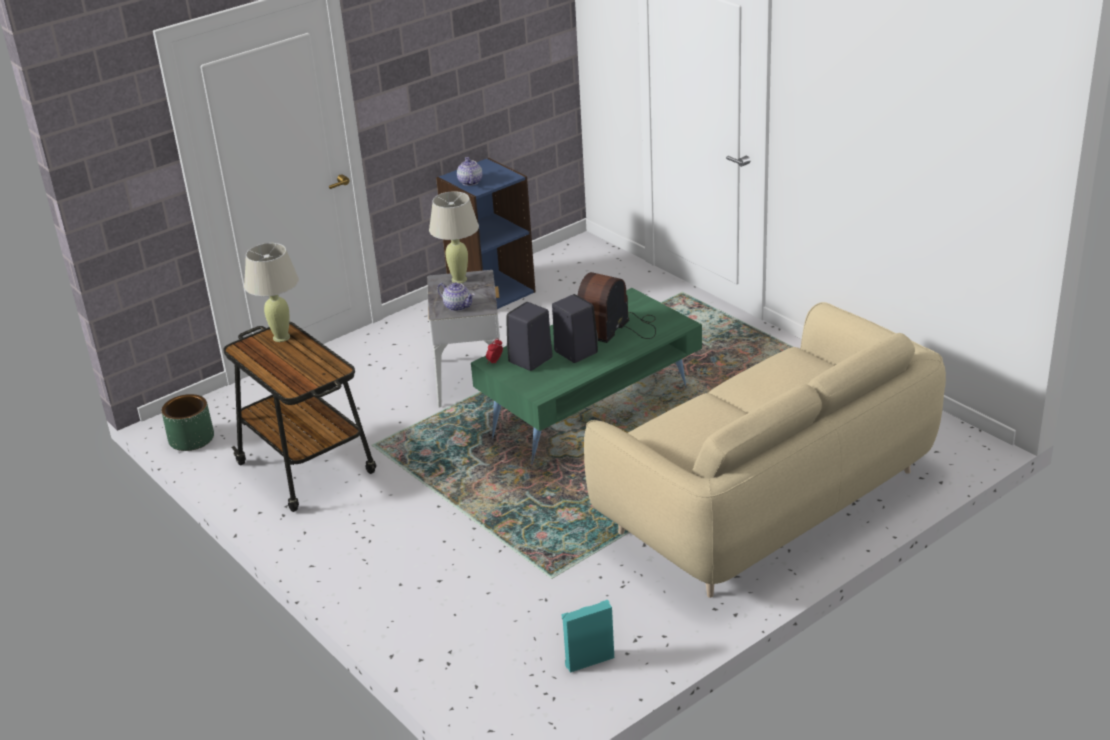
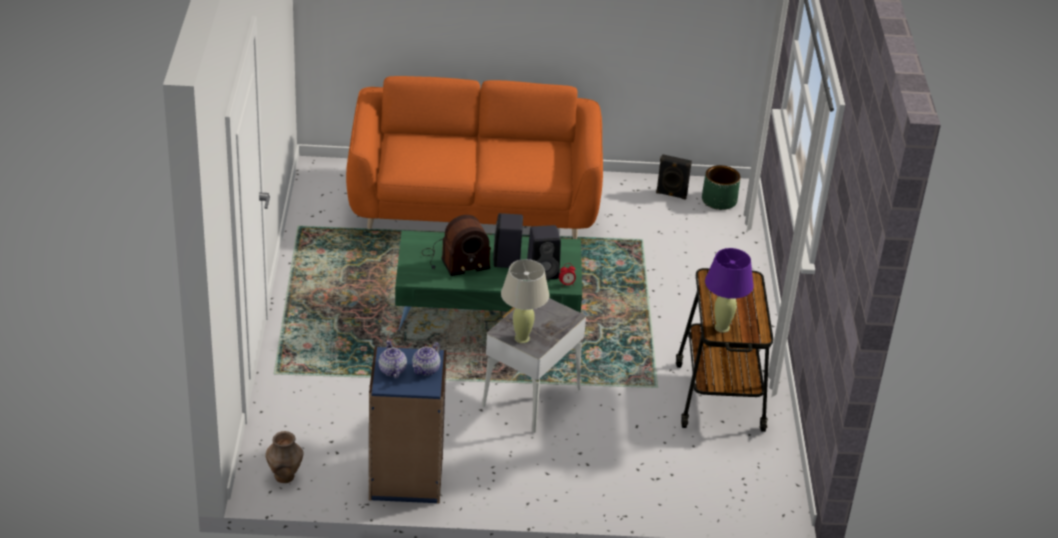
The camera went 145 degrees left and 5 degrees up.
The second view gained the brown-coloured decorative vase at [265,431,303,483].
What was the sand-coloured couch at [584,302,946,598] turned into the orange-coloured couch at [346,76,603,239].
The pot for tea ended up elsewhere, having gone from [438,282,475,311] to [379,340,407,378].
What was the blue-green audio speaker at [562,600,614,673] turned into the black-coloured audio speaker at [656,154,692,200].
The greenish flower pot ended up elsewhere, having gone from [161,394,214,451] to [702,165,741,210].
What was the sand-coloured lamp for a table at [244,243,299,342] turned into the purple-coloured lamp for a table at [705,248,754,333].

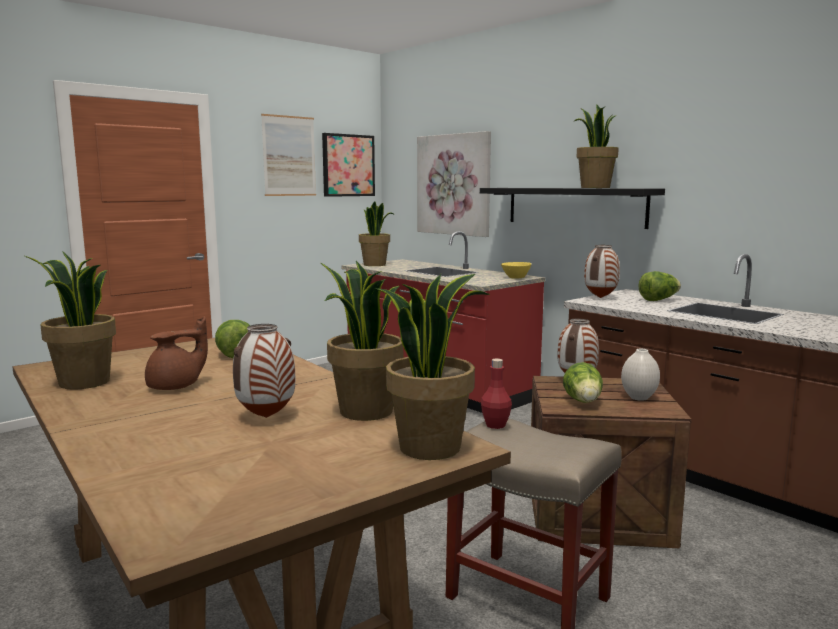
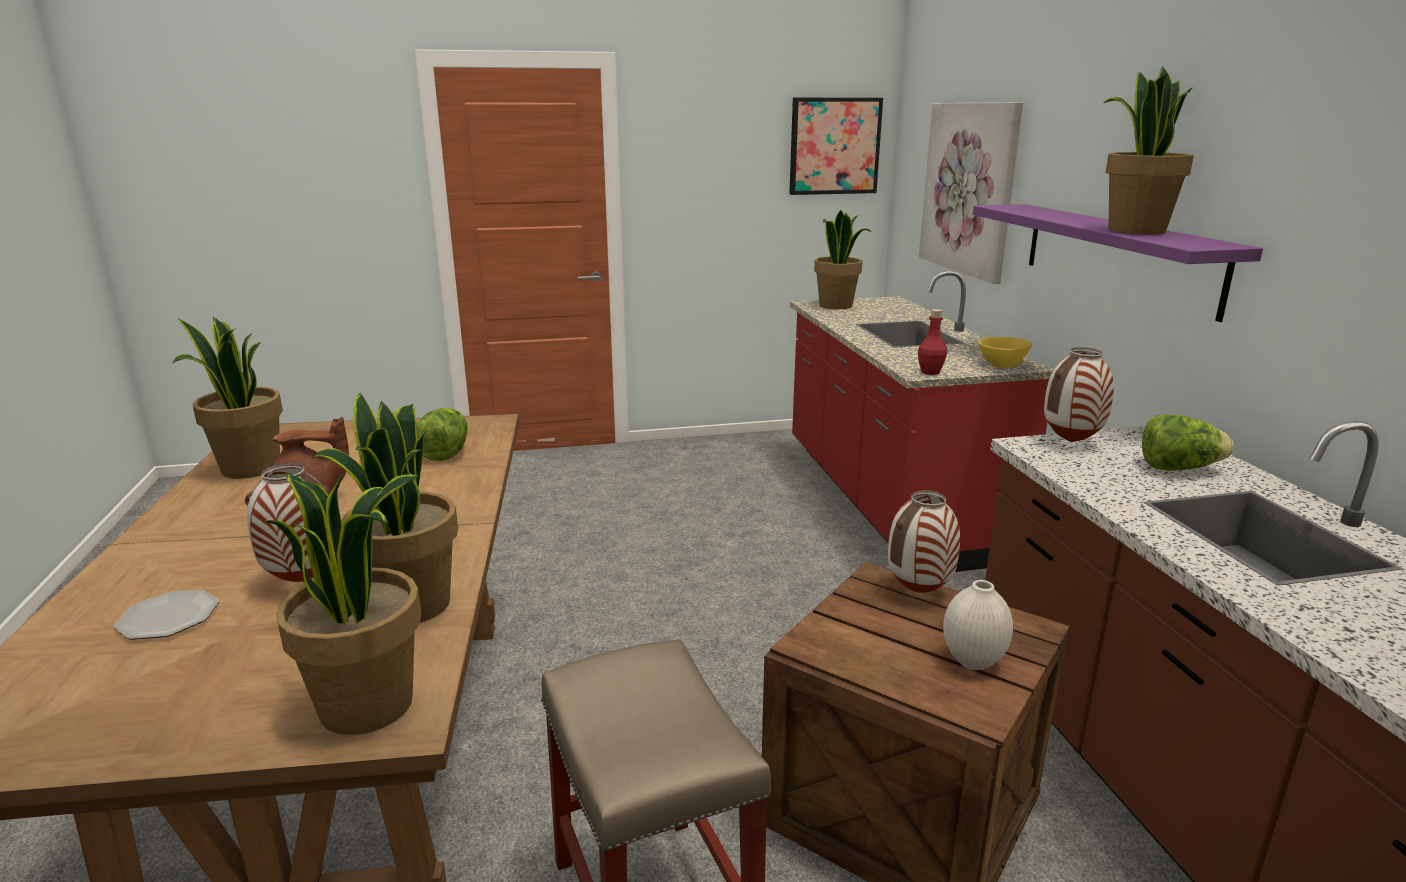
The camera went 30 degrees right and 10 degrees up.
The second view gained the dinner plate at [114,589,219,640].
The red drink bottle ended up elsewhere, having gone from [481,359,512,429] to [918,309,947,375].
What was the black-coloured wall shelf at [480,188,665,229] turned into the purple-coloured wall shelf at [973,204,1263,322].
The second view lost the picture at [261,114,316,196].
The second view lost the head of lettuce at [563,362,603,403].

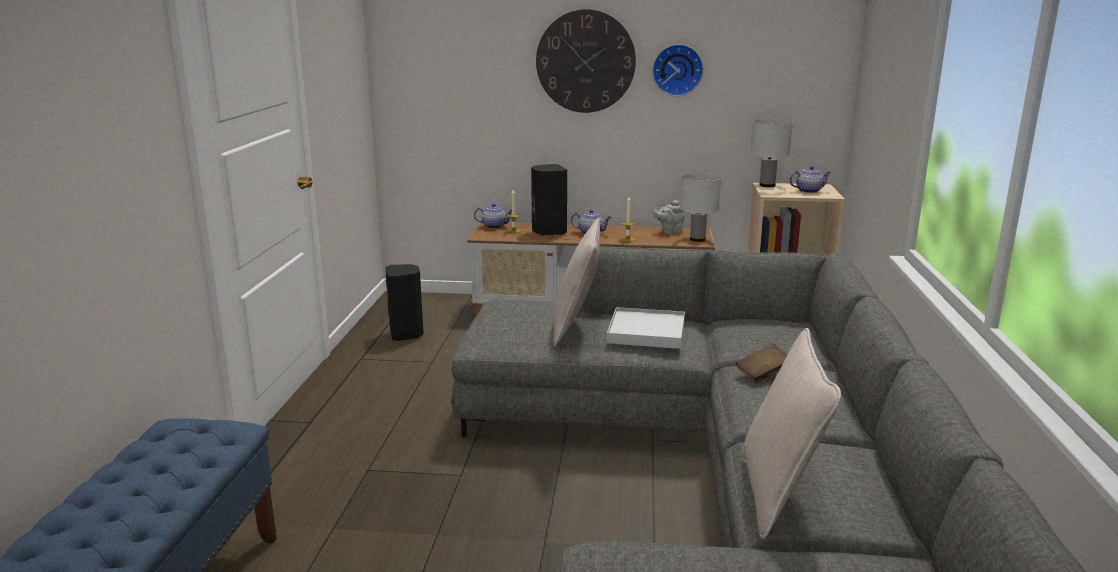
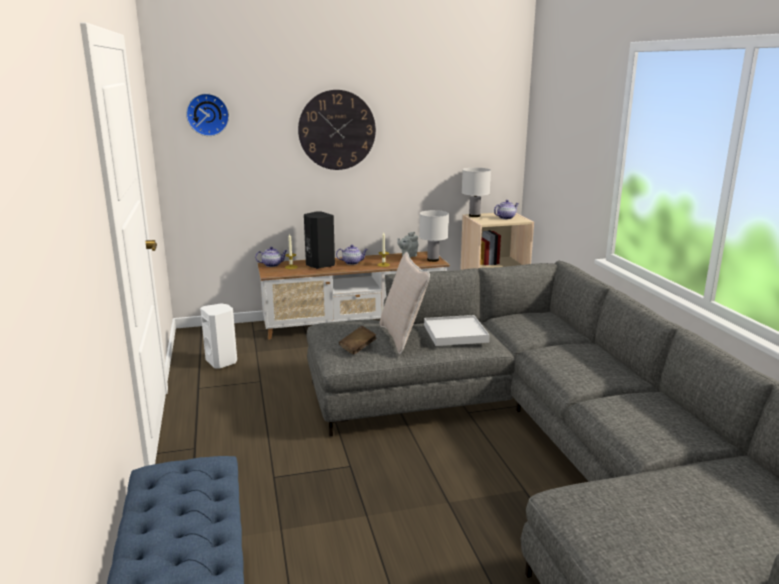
The camera went 20 degrees left and 0 degrees up.
The wall clock ended up elsewhere, having gone from [652,44,704,96] to [186,93,229,136].
What was the black-coloured audio speaker at [386,264,424,341] turned into the whitish audio speaker at [200,303,237,369].
The brown-coloured bound book ended up elsewhere, having gone from [736,343,787,383] to [339,326,376,355].
The second view lost the sand-coloured pillow at [741,328,841,539].

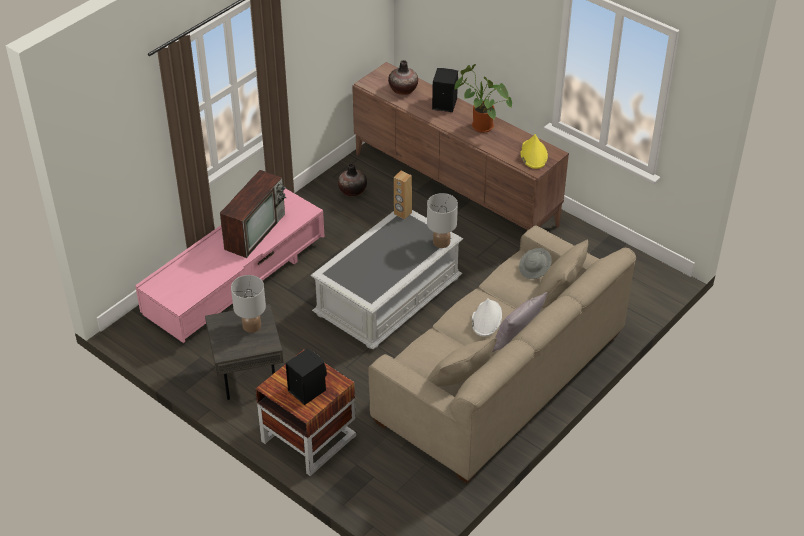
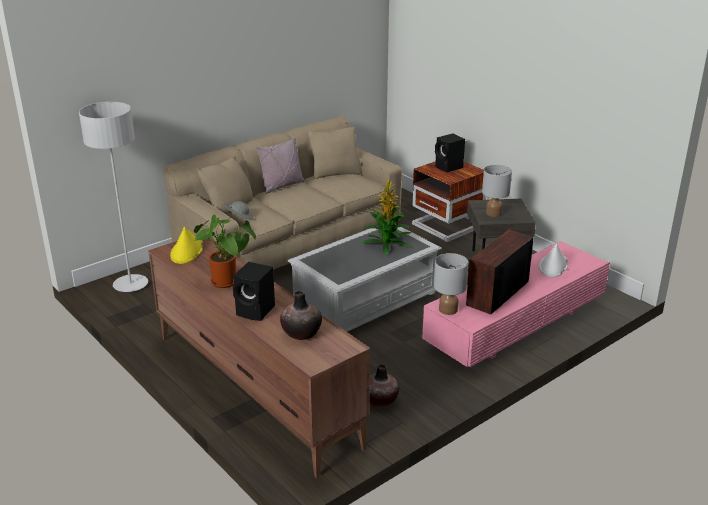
The camera went 170 degrees left and 15 degrees down.
The second view gained the greyish floor lamp at [79,102,148,292].
The second view gained the houseplant at [362,179,411,255].
The greyish lamp for a table ended up elsewhere, having gone from [427,193,458,248] to [434,253,468,315].
The whitish hat ended up elsewhere, having gone from [472,298,502,336] to [539,244,568,277].
The second view lost the brown-coloured audio speaker at [394,171,412,219].

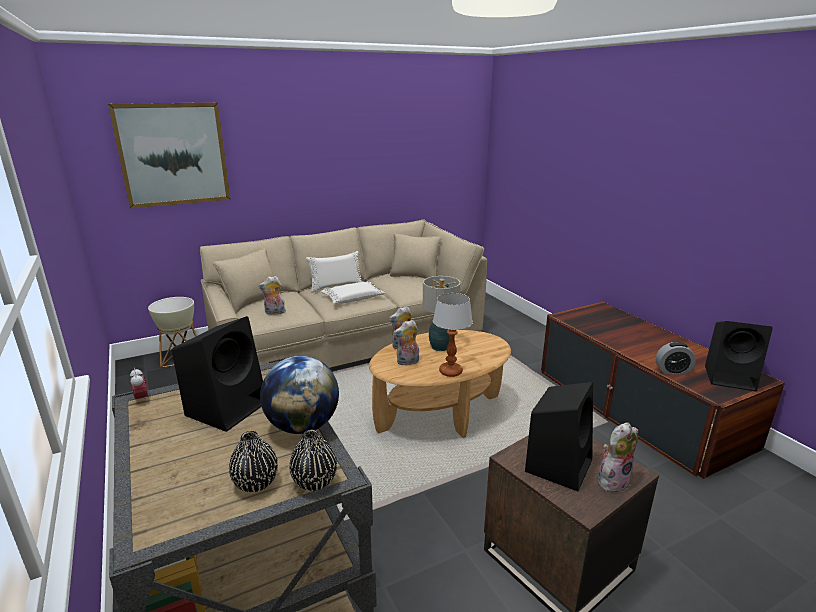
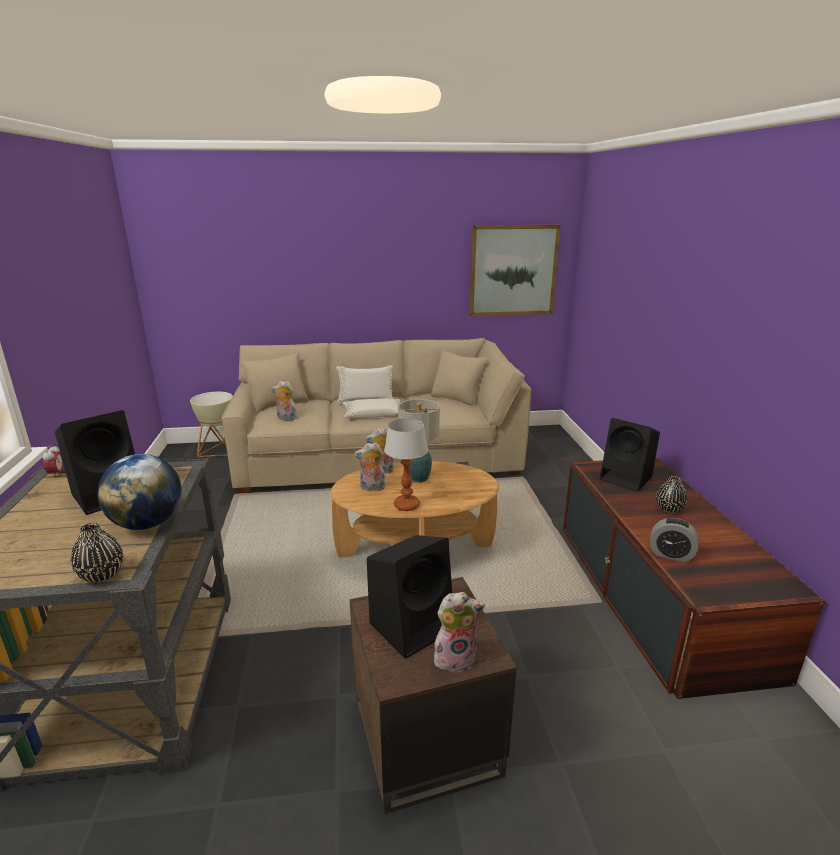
The camera went 20 degrees right and 0 degrees up.
The picture ended up elsewhere, having gone from [108,102,231,208] to [469,225,561,316].
The black-coloured audio speaker ended up elsewhere, having gone from [705,321,773,392] to [600,418,660,492].
The black-coloured decorative vase ended up elsewhere, having gone from [229,431,278,492] to [656,476,687,513].

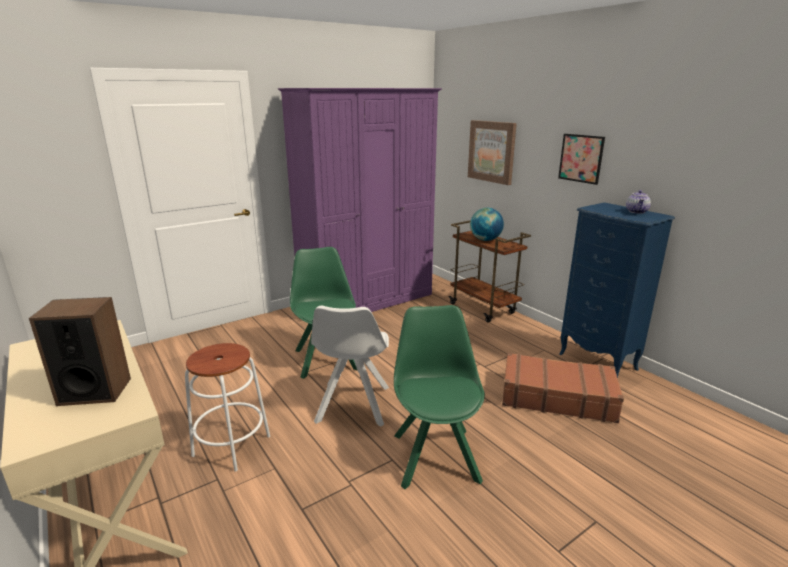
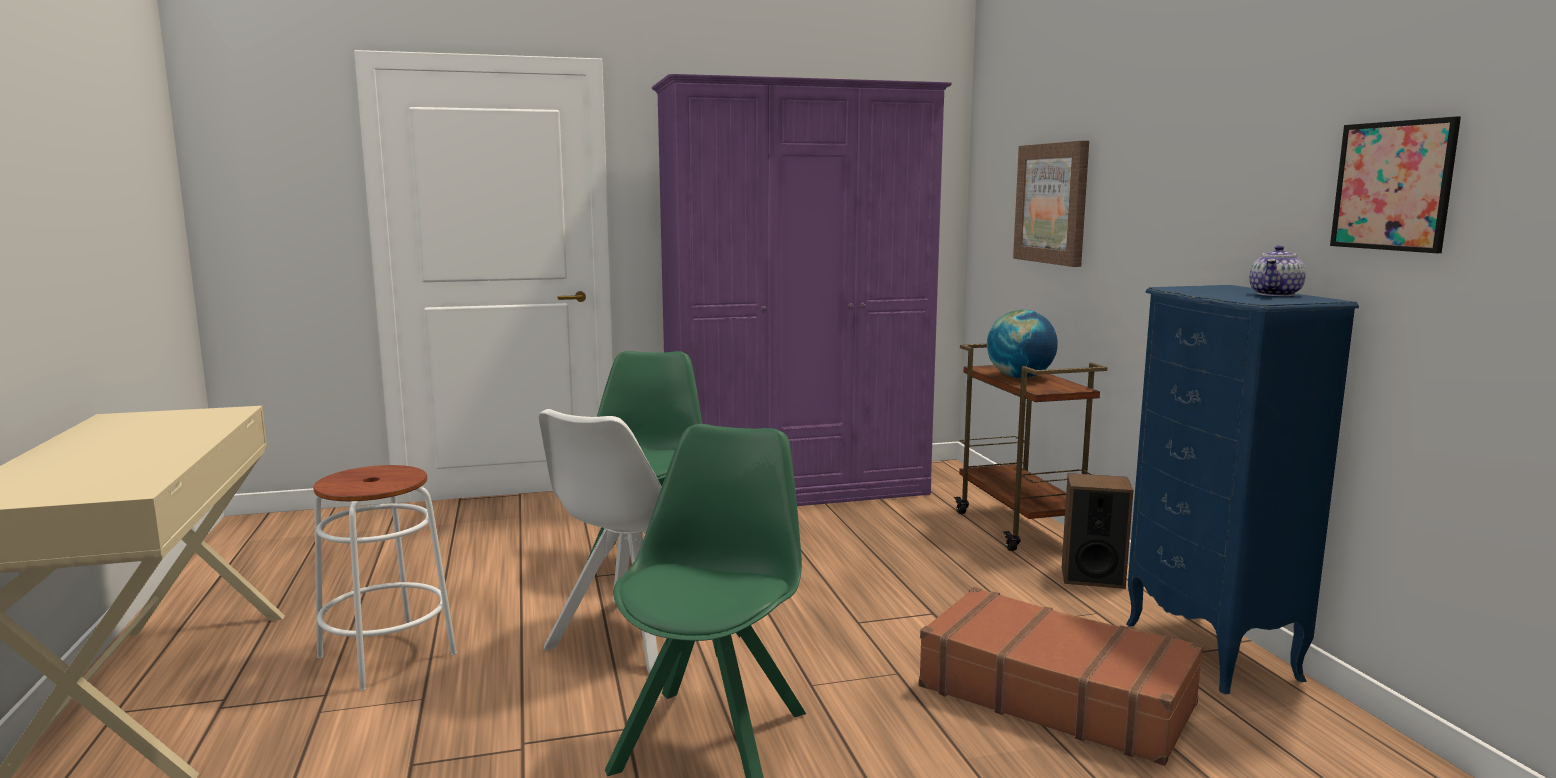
The camera went 20 degrees right and 10 degrees down.
The audio speaker ended up elsewhere, having gone from [29,297,131,406] to [1062,473,1133,589].
The picture ended up elsewhere, having gone from [558,134,605,185] to [1330,117,1461,253].

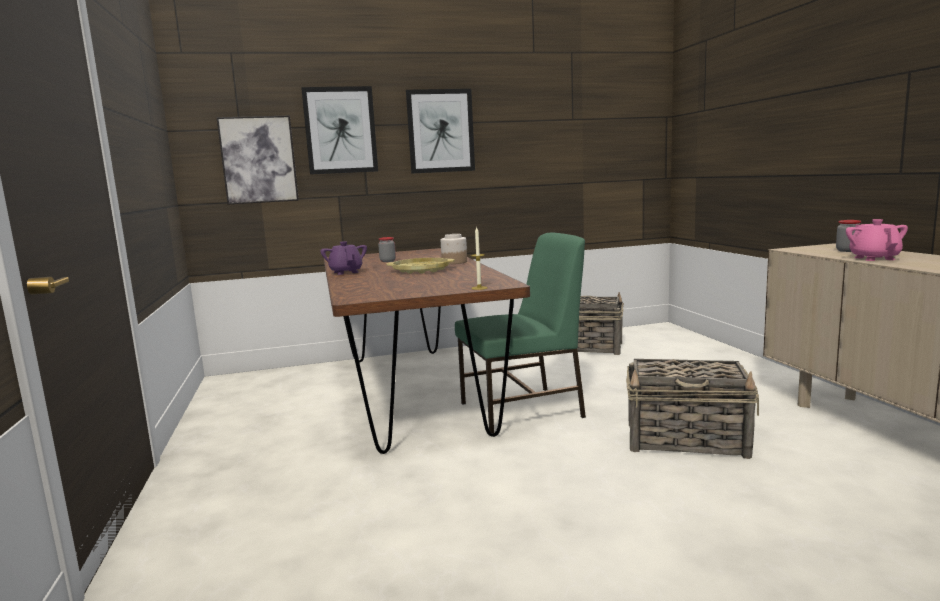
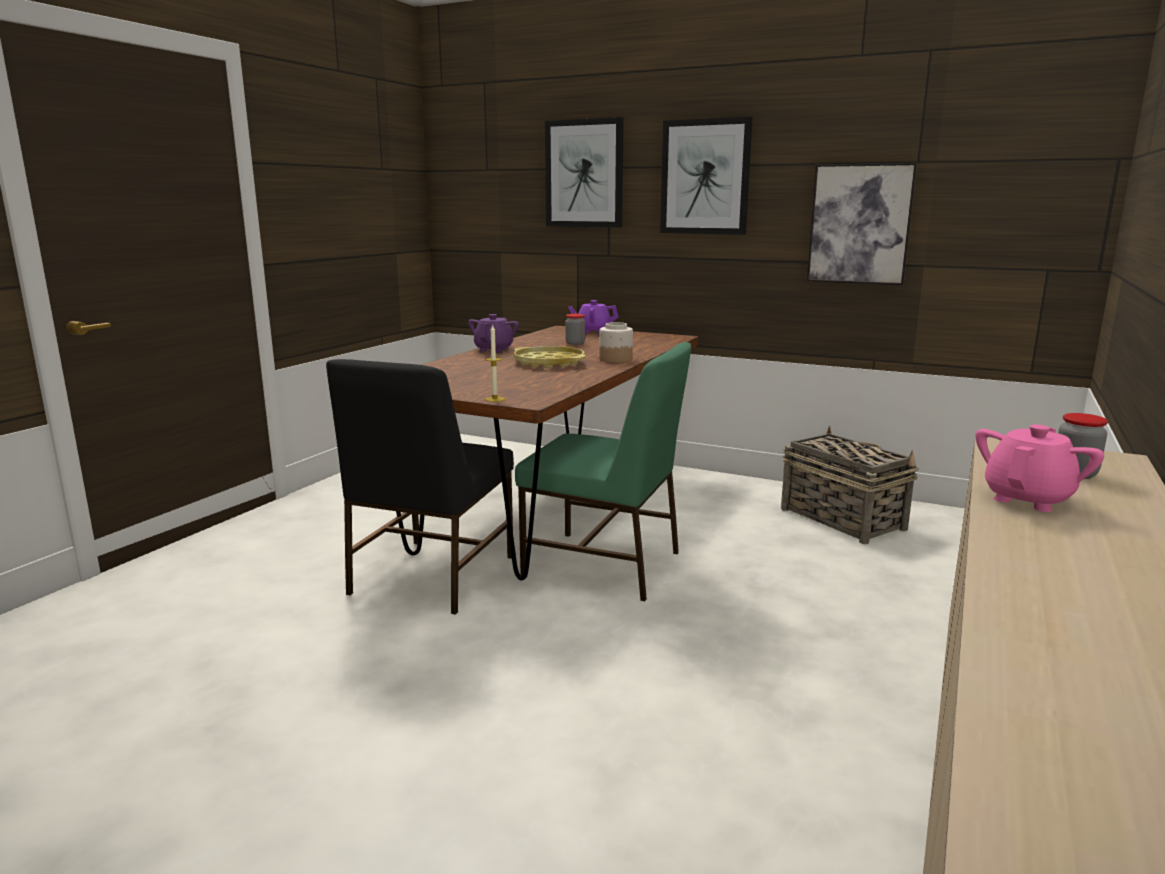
The camera went 40 degrees right and 5 degrees up.
The second view gained the black-coloured plain chair at [326,359,514,615].
The second view gained the purple-coloured pot for tea at [568,300,619,334].
The picture ended up elsewhere, having gone from [216,116,299,204] to [807,163,917,285].
The second view lost the basket at [626,359,759,459].

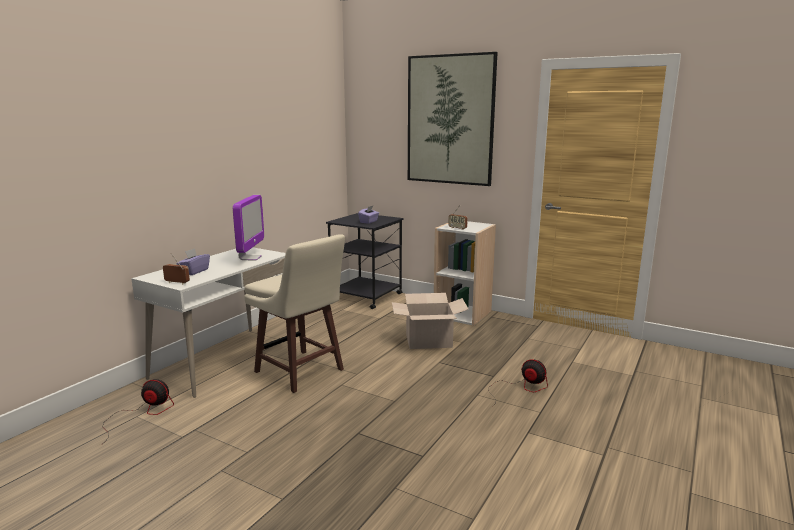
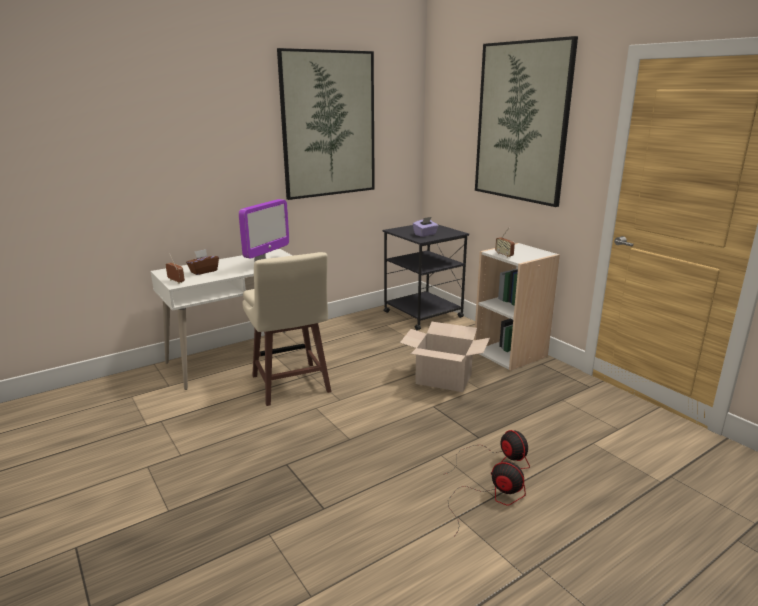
The camera went 25 degrees right and 5 degrees up.
What was the purple-coloured tissue holder at [176,248,210,275] turned into the brown-coloured tissue holder at [186,249,219,275].
The second view gained the picture at [277,48,375,200].
The cooling fan ended up elsewhere, having gone from [103,379,174,439] to [448,461,526,535].

